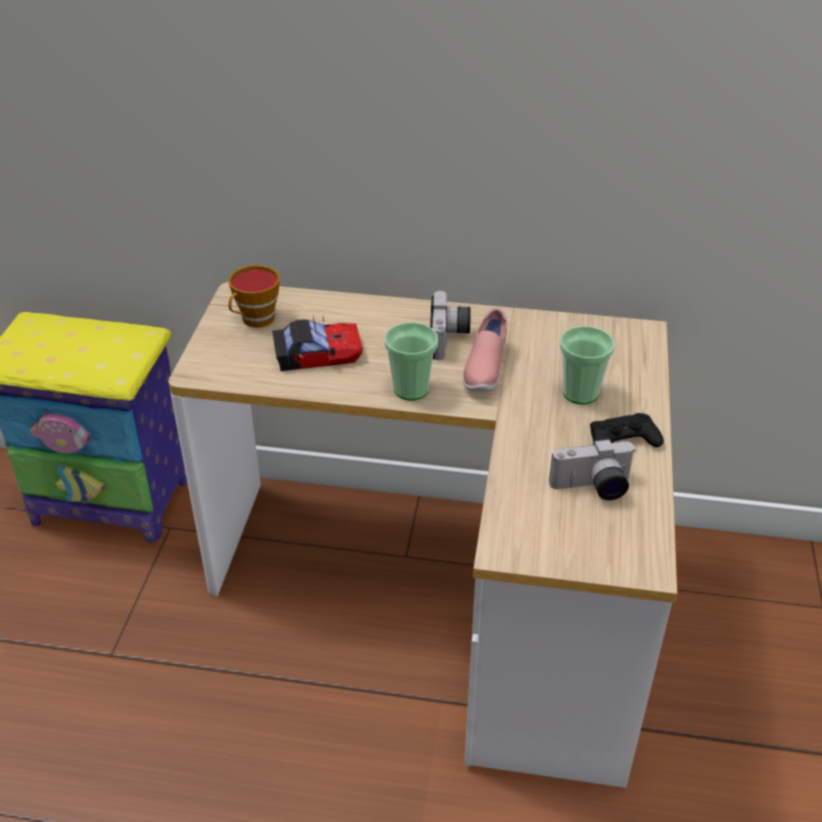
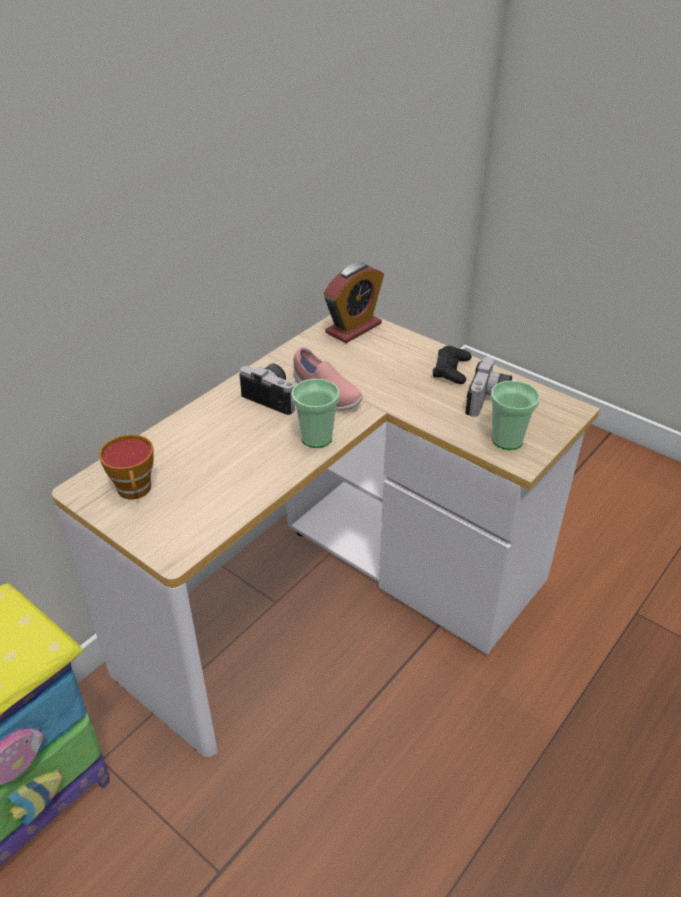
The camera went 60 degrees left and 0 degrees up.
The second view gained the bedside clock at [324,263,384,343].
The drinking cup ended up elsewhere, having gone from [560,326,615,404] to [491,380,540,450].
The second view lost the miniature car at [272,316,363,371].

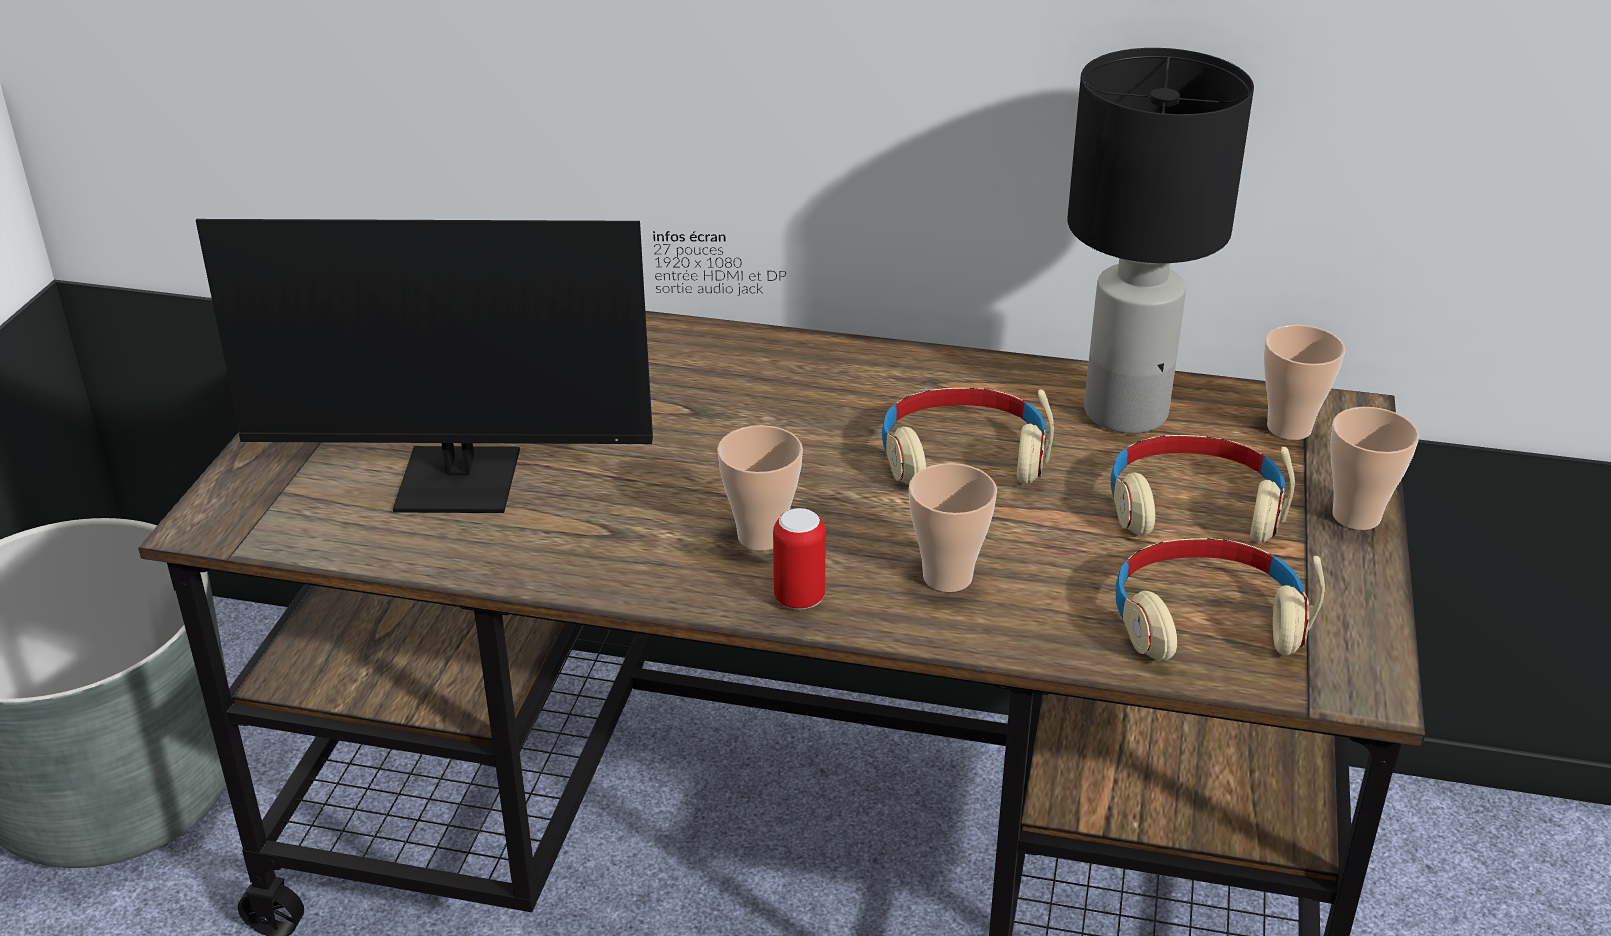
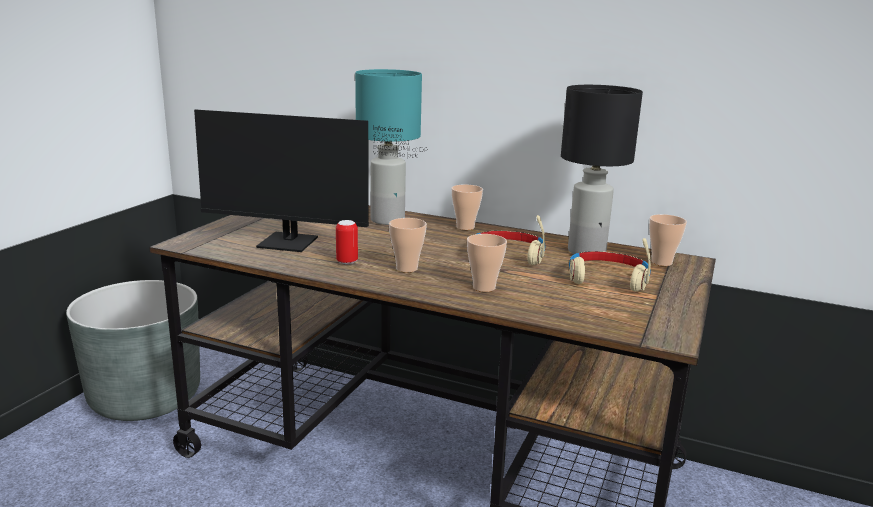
The camera went 10 degrees right and 15 degrees down.
The can ended up elsewhere, having gone from [773,508,826,609] to [336,220,358,264].
The second view gained the blue-green lamp for a table at [355,69,422,225].
The drinking cup ended up elsewhere, having gone from [1330,407,1419,530] to [452,184,483,230].
The second view lost the sand-coloured pair of headphones at [1116,538,1325,661].

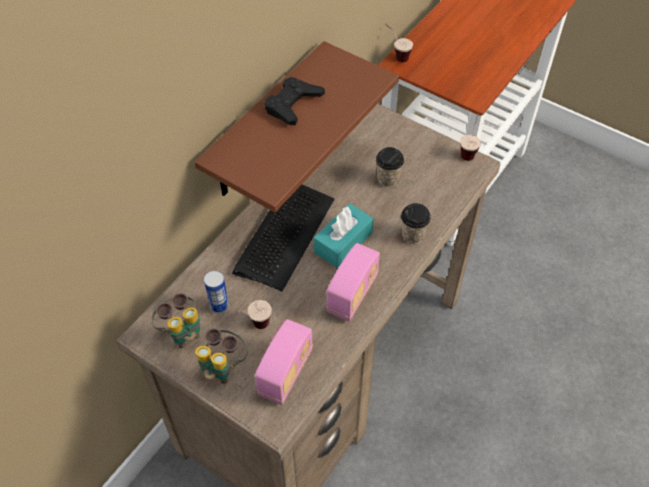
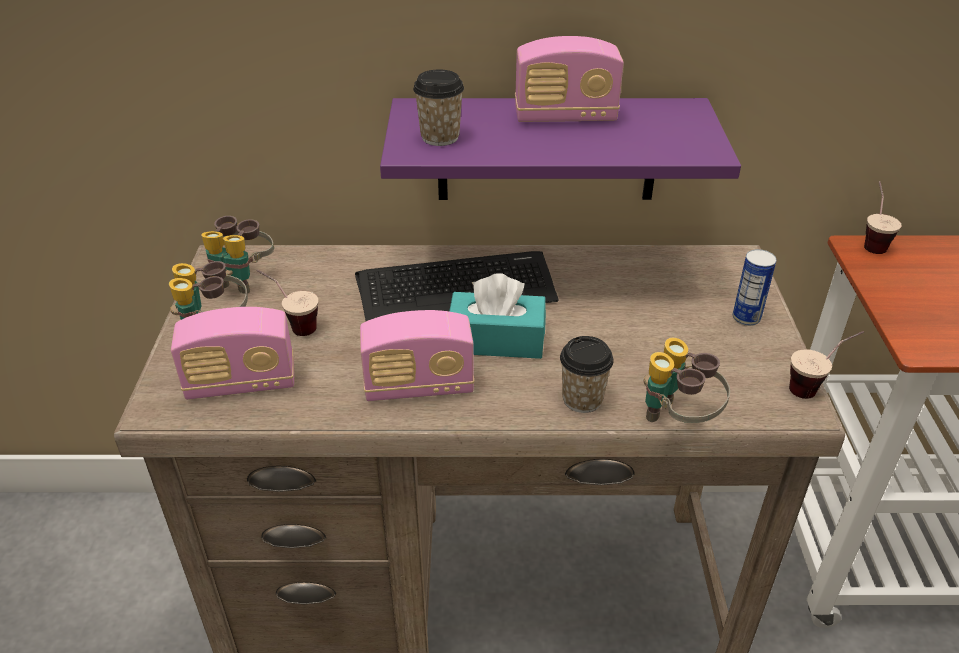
The camera went 55 degrees right and 15 degrees down.
What was the brown-coloured wall shelf at [194,41,399,212] turned into the purple-coloured wall shelf at [380,98,741,200].
The drinking cup ended up elsewhere, having gone from [376,147,404,187] to [413,69,464,146].
Where the black-coloured game controller stood at [264,77,325,125], the radio came to stand at [515,36,624,122].
The second view gained the pair of binoculars at [644,338,730,423].
The can ended up elsewhere, having gone from [204,271,229,313] to [732,249,777,326].

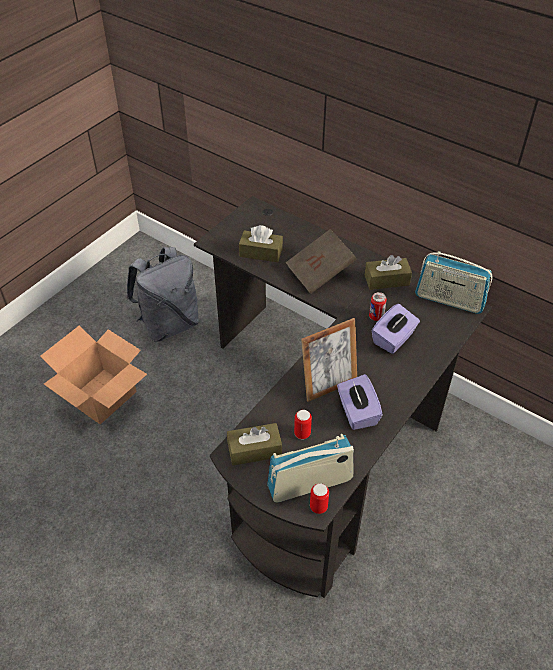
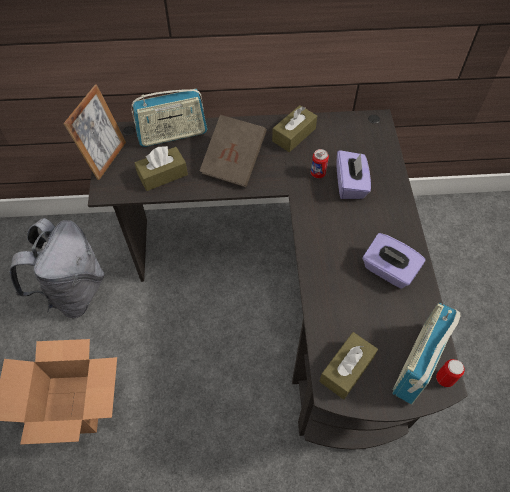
The camera went 40 degrees left and 10 degrees up.
The standing frame ended up elsewhere, having gone from [301,318,357,402] to [63,84,126,180].
The radio ended up elsewhere, having gone from [415,251,493,314] to [132,89,207,147].
The second view lost the can at [294,410,312,439].

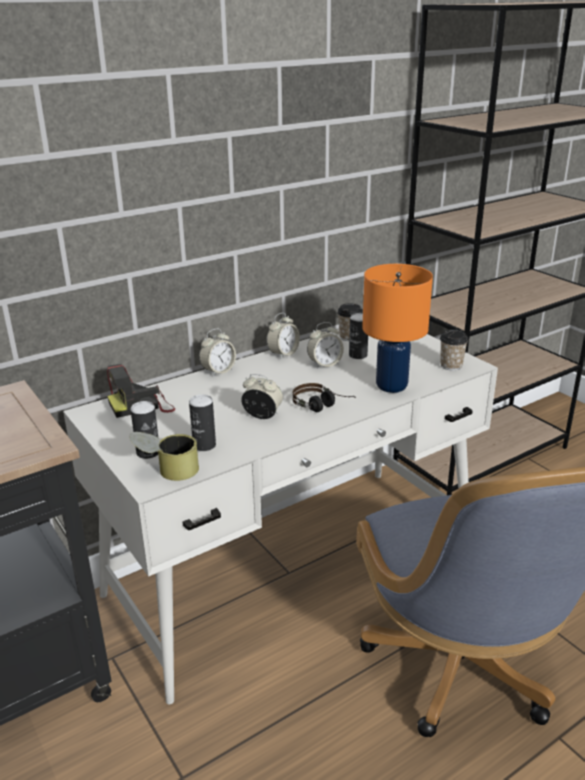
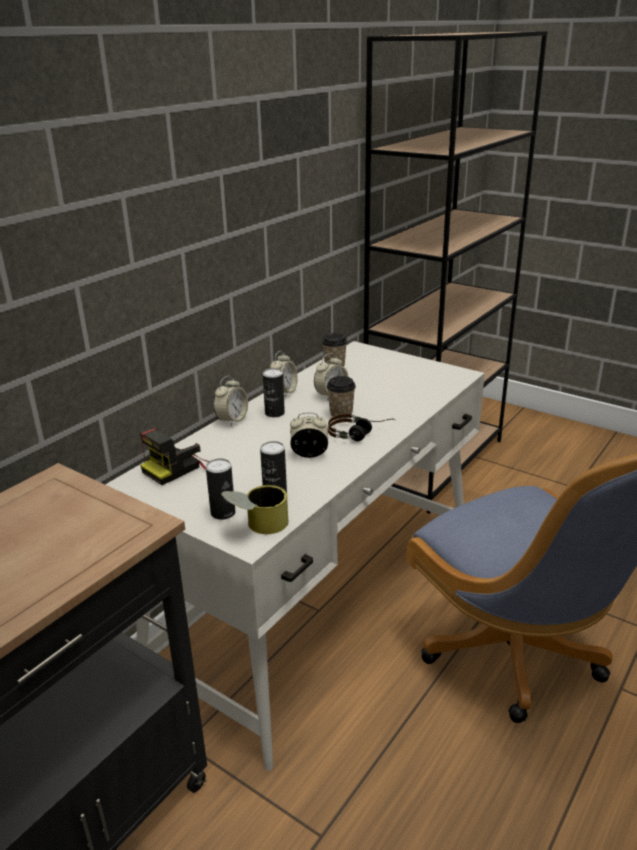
The camera went 20 degrees left and 0 degrees up.
The can ended up elsewhere, having gone from [349,313,368,359] to [263,368,285,417].
The drinking cup ended up elsewhere, having gone from [440,329,468,371] to [327,376,356,419].
The second view lost the orange-coloured lamp for a table at [362,264,433,393].

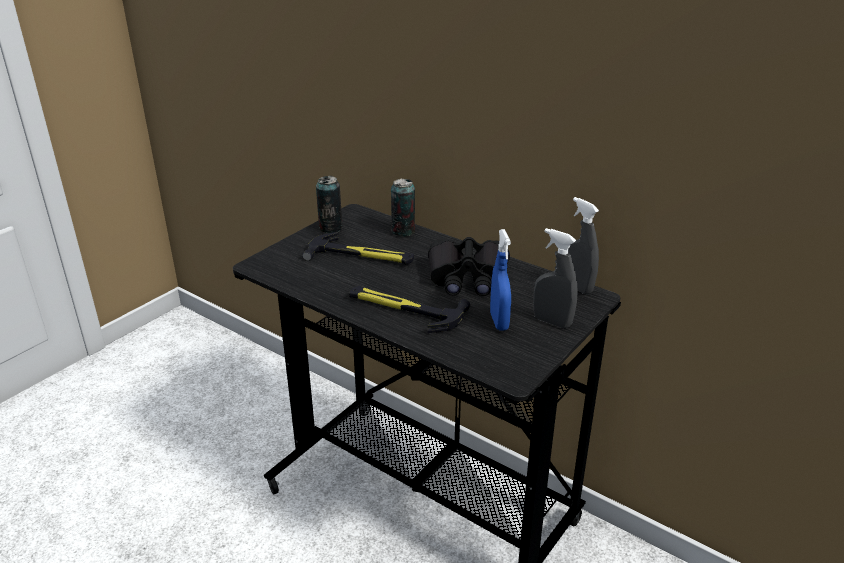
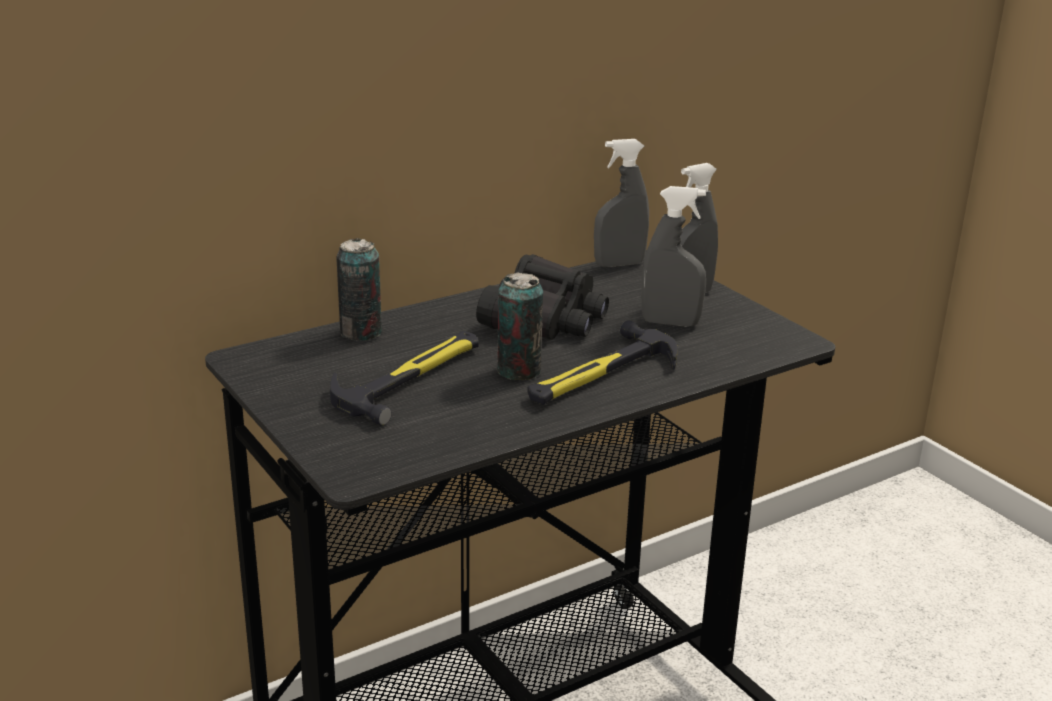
The camera went 70 degrees left and 5 degrees down.
The can ended up elsewhere, having gone from [316,176,343,233] to [497,272,543,380].
What was the blue-coloured spray bottle at [490,229,511,331] turned into the greyish spray bottle at [641,186,706,327].

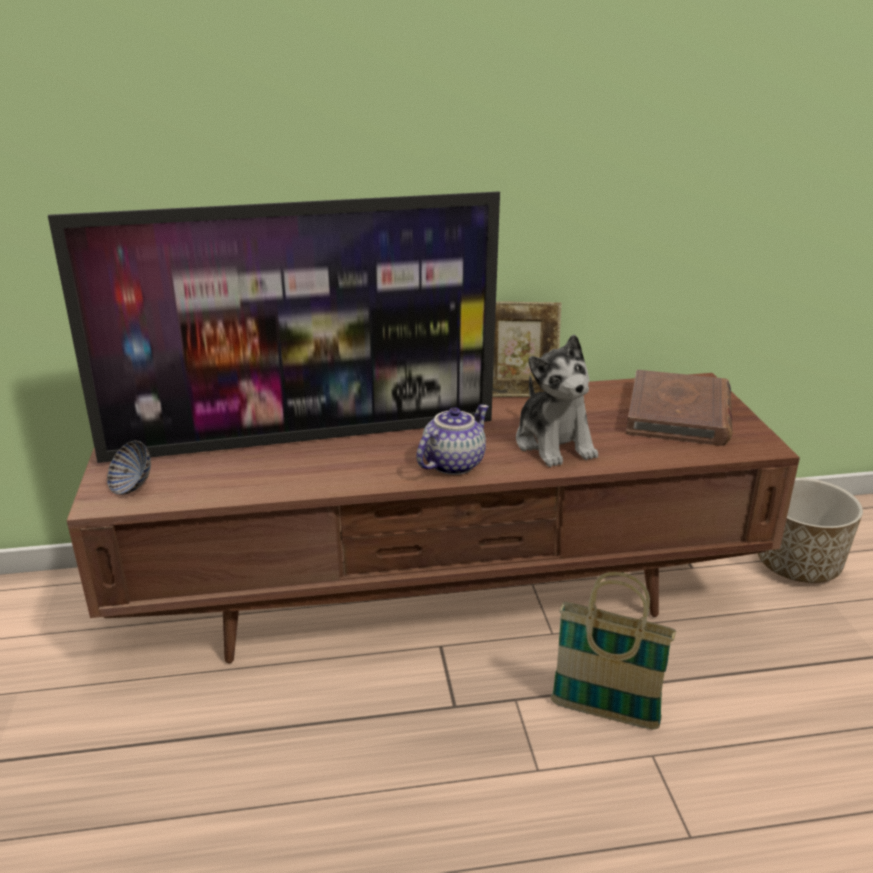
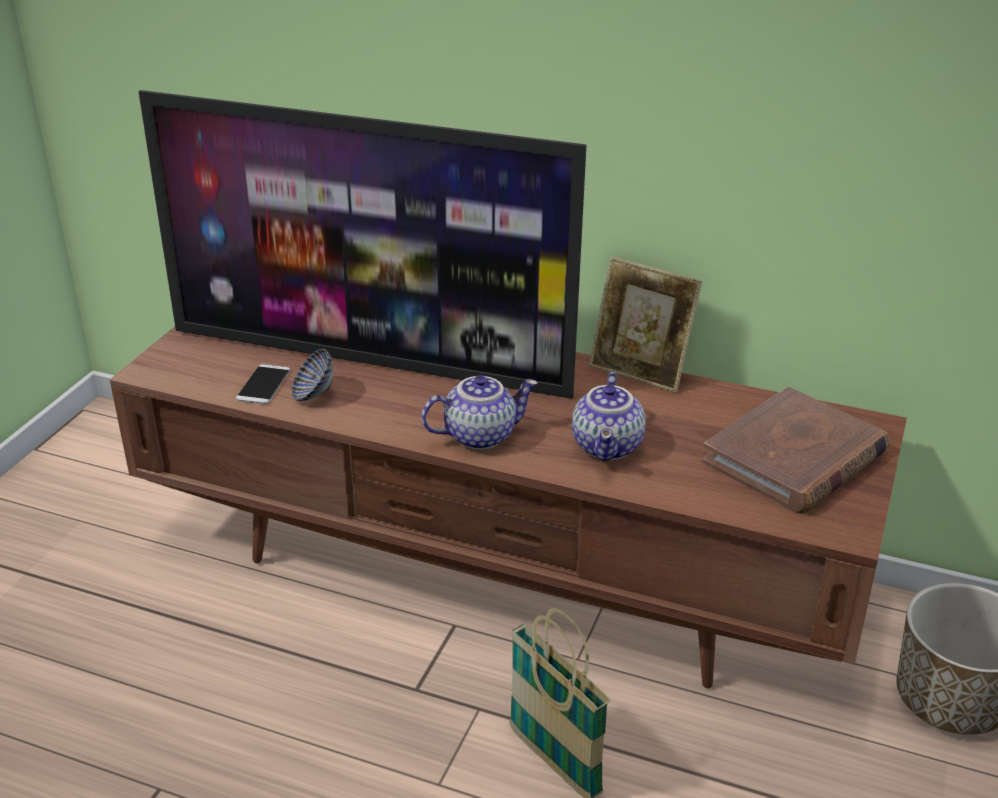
The camera went 30 degrees right and 5 degrees up.
The second view gained the telephone at [236,364,290,404].
The deep dish ended up elsewhere, having gone from [107,441,151,495] to [291,349,333,401].
Where the plush toy stood at [516,334,598,467], the pot for tea came to stand at [572,372,646,461].

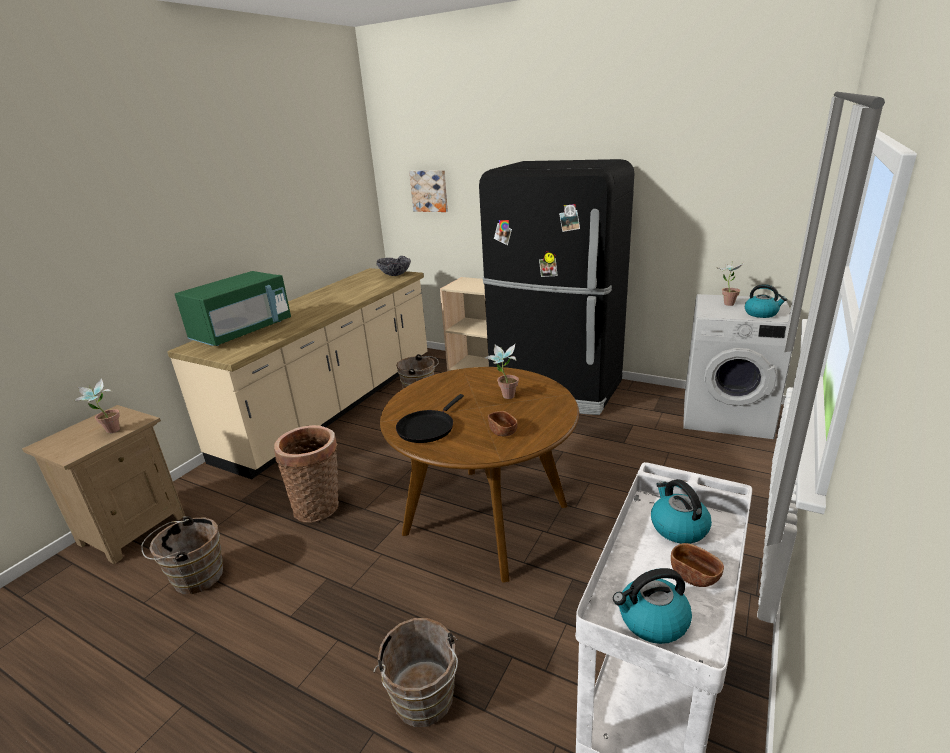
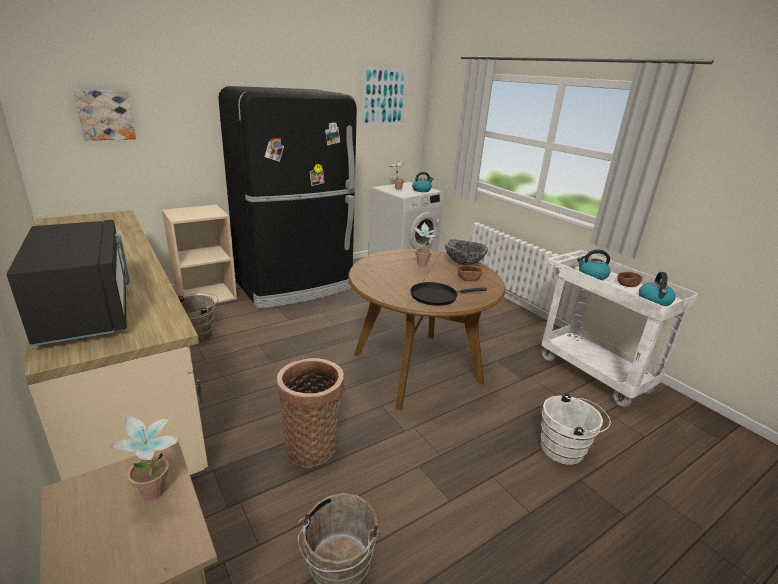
The camera went 65 degrees left and 0 degrees up.
What was the greenish kitchen microwave at [175,271,291,346] turned into the black-coloured kitchen microwave at [6,220,130,346].
The second view gained the picture at [360,66,409,126].
The black-coloured pan at [396,394,464,443] ended up facing another way, 105 degrees clockwise from before.
The deep dish ended up elsewhere, having gone from [377,256,411,276] to [445,239,488,265].
What was the brown-coloured water bucket at [374,618,458,727] turned into the whitish water bucket at [541,393,611,465].

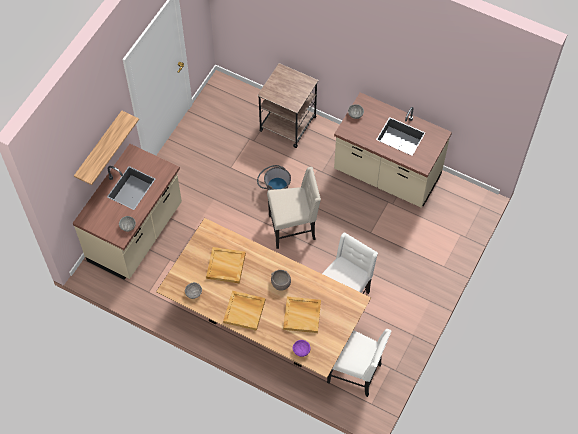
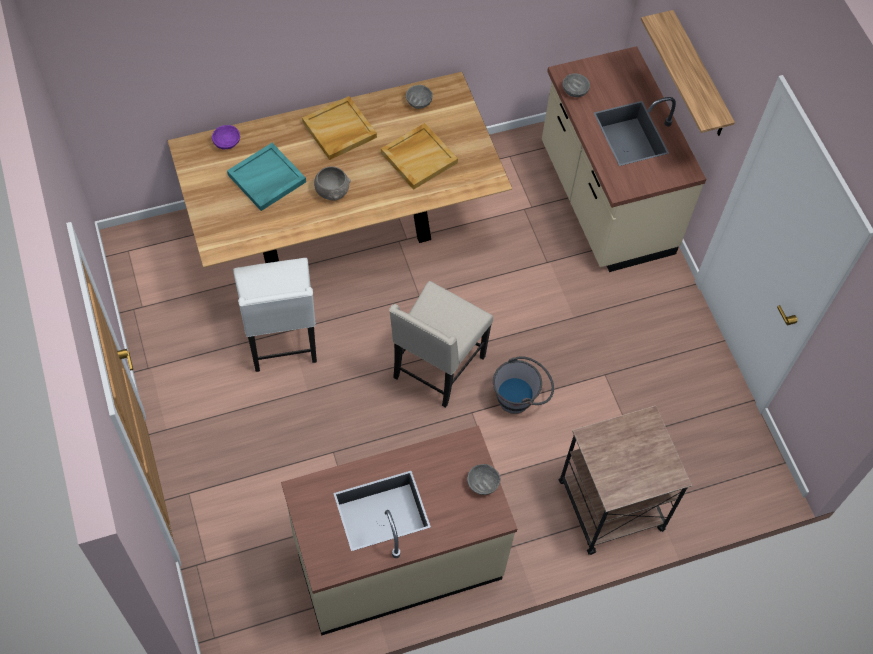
The camera went 130 degrees right and 0 degrees up.
What was the sand-coloured tray at [283,296,321,333] turned into the blue-green tray at [227,143,306,211].
The second view lost the whitish plain chair at [327,329,392,397].

